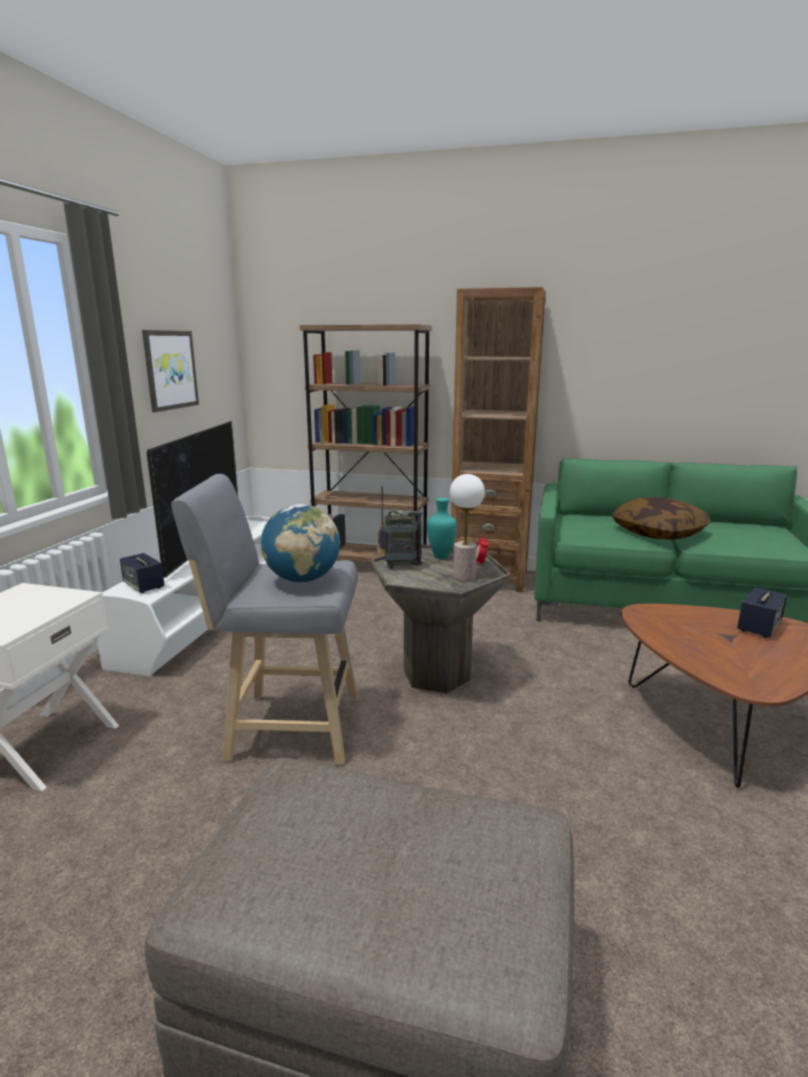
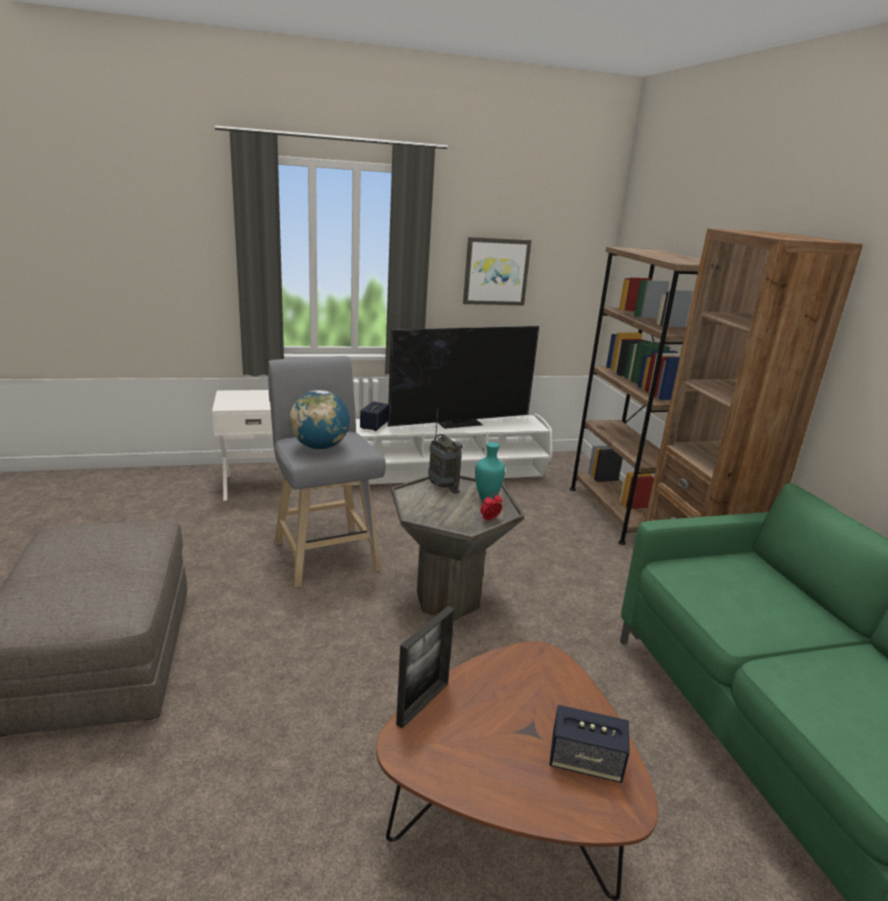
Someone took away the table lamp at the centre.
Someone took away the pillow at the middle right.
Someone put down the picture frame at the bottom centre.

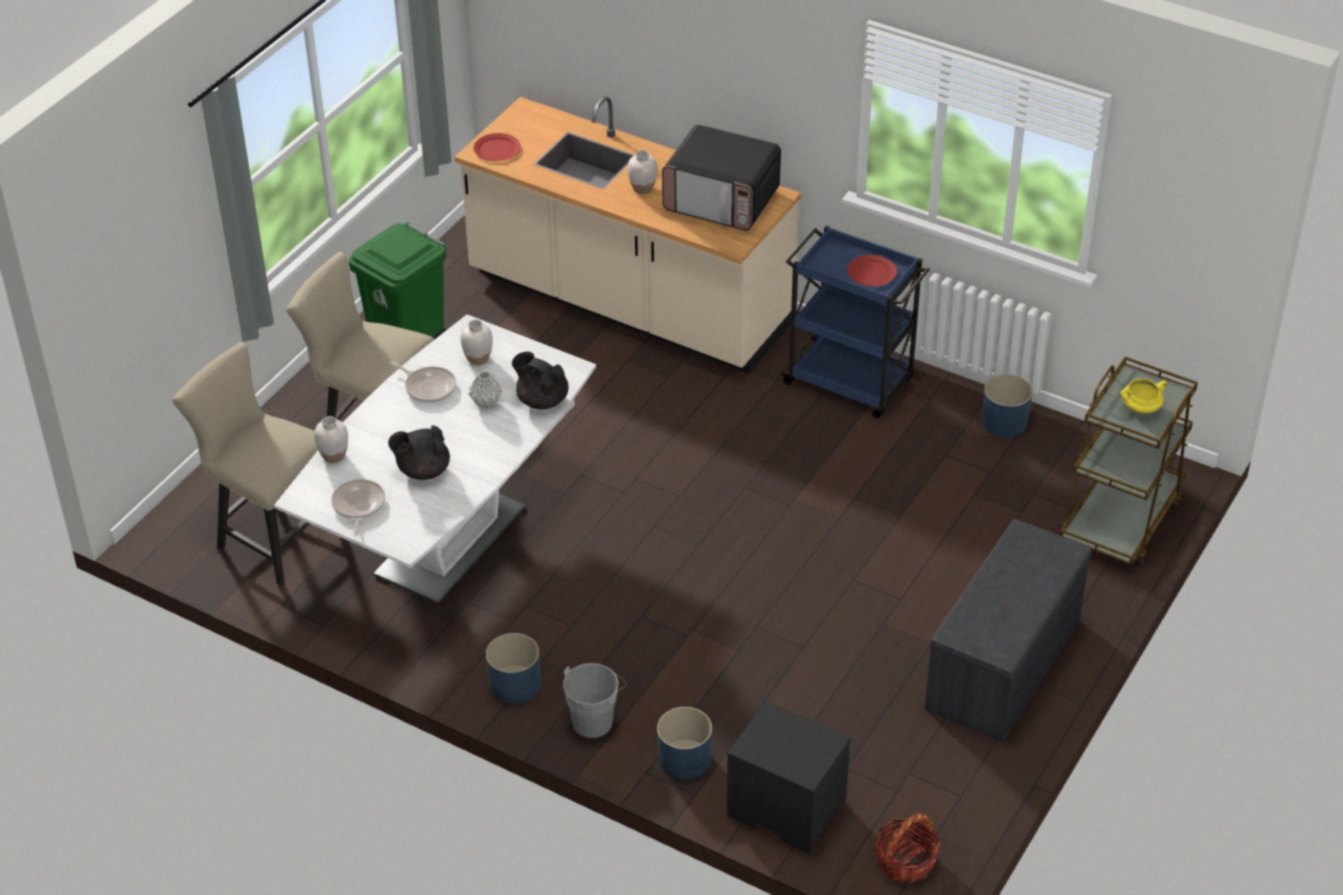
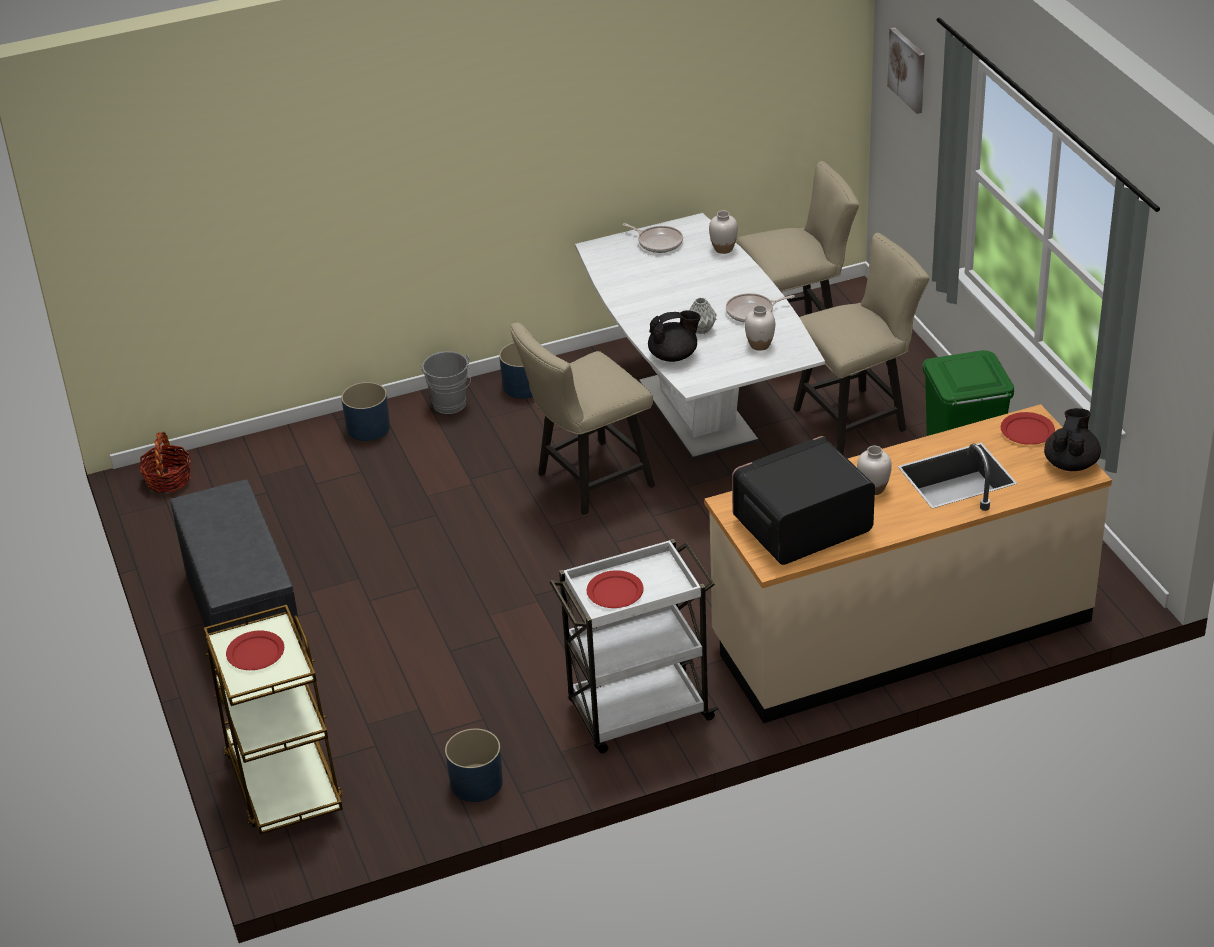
Someone took away the nightstand/black at the bottom centre.
Someone put down the chair/beige (1st from left) at the centre.
Someone put up the picture at the top right.
Someone carried the teapot/black (1st from left in the first image) from the middle left to the middle right.
Someone swapped the cooking pot/yellow at the middle right for the plate/red (1st from left) at the bottom left.
Someone repainted the cart/blue at the centre, which became the cart/white at the bottom centre.

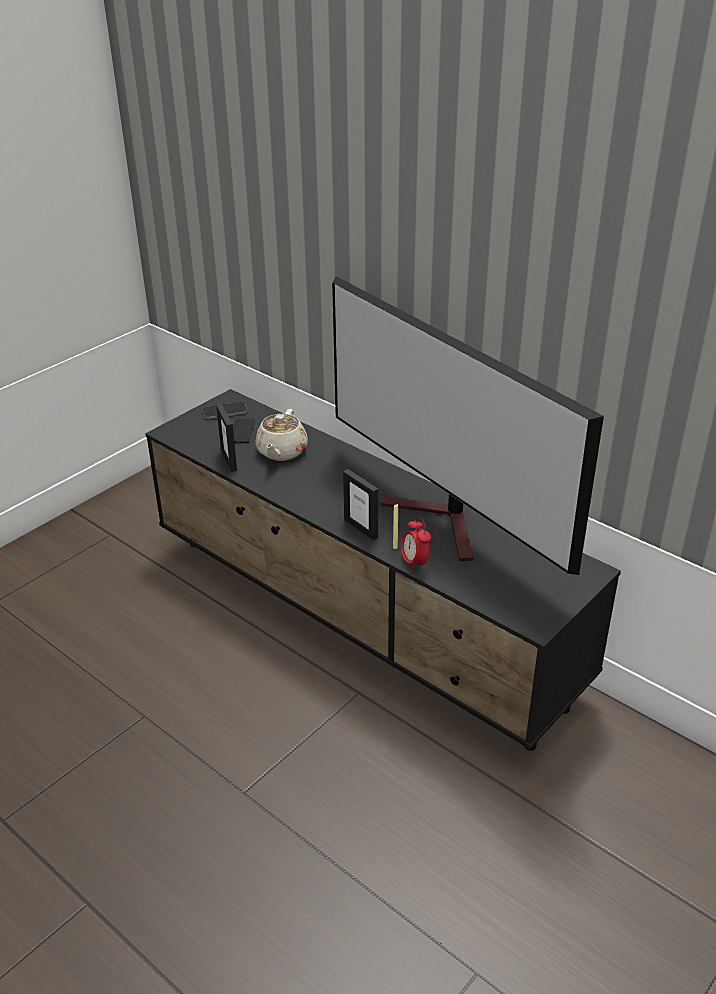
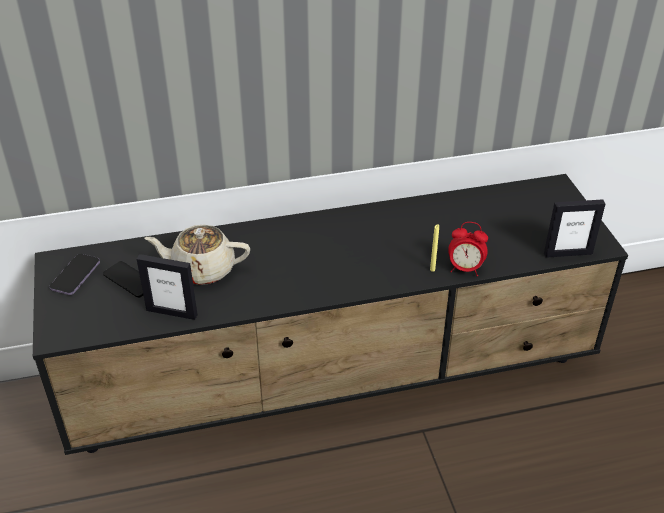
Someone took away the television at the centre.
Someone carried the picture frame (2nd from left) from the centre to the middle right.
Someone rotated the teapot/beige at the centre by 135 degrees clockwise.

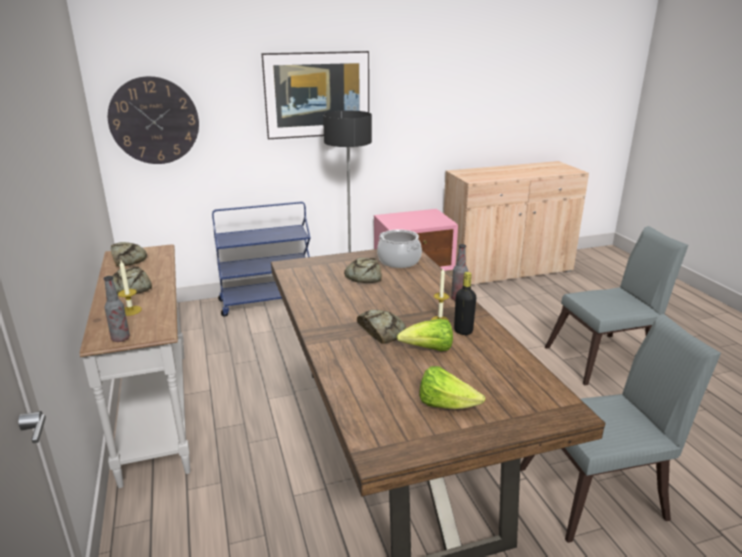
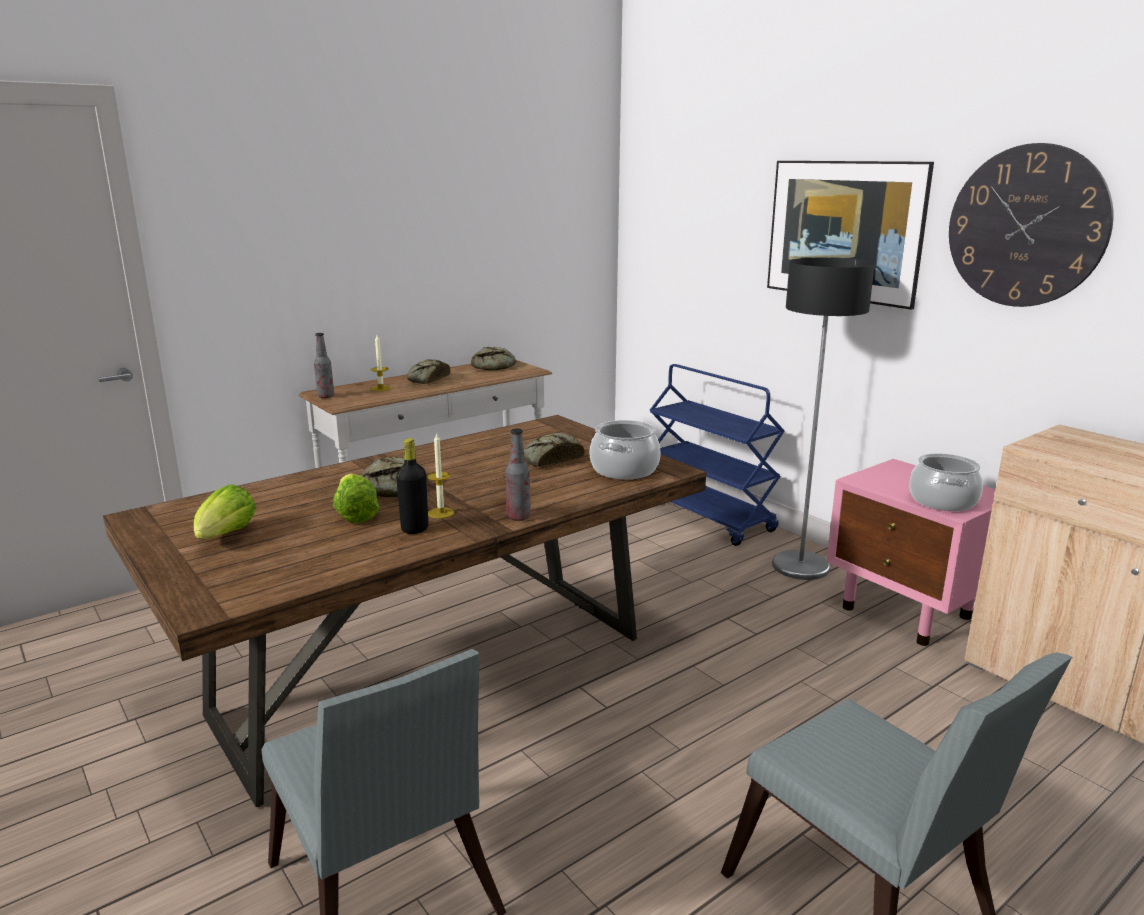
Someone put down the cooking pot (2nd from left) at the middle right.
Someone carried the wall clock from the top left to the top right.

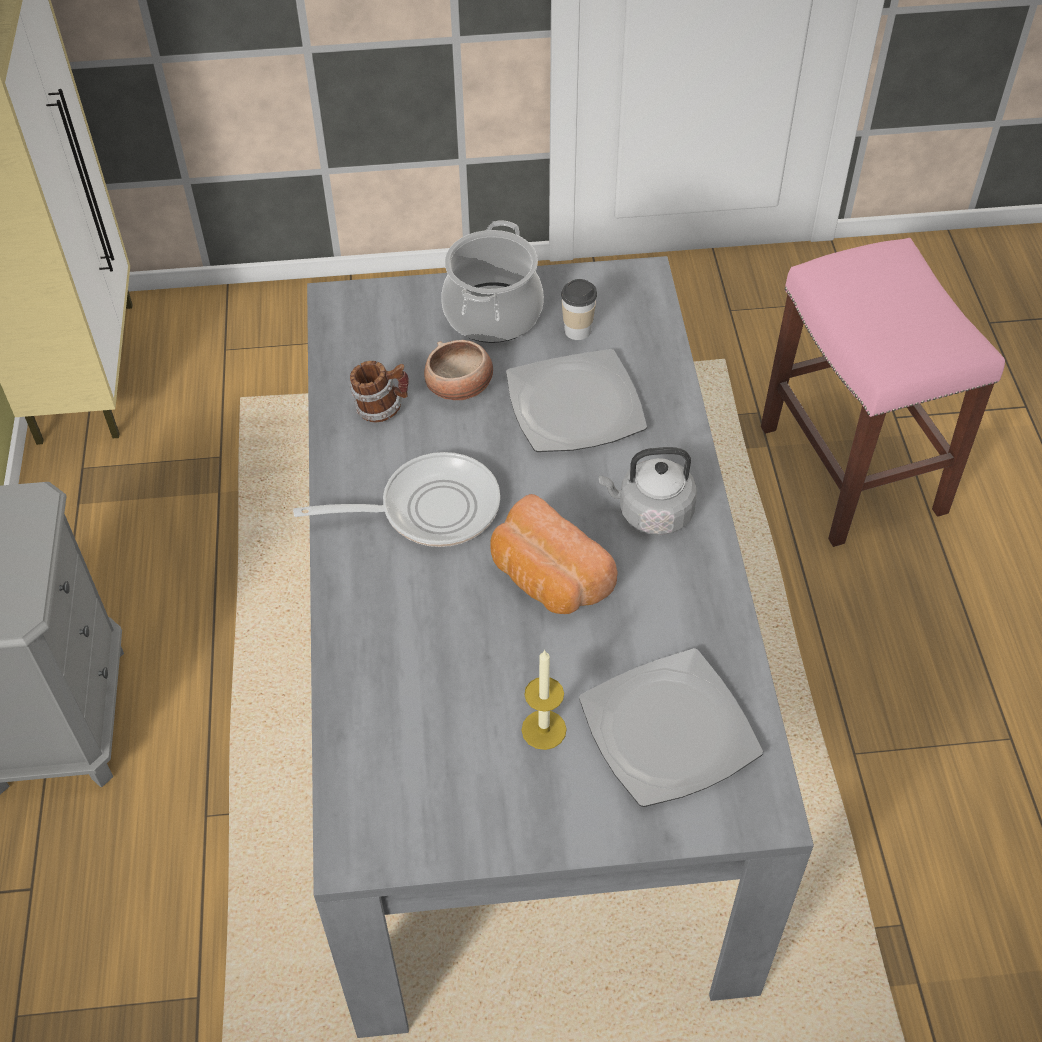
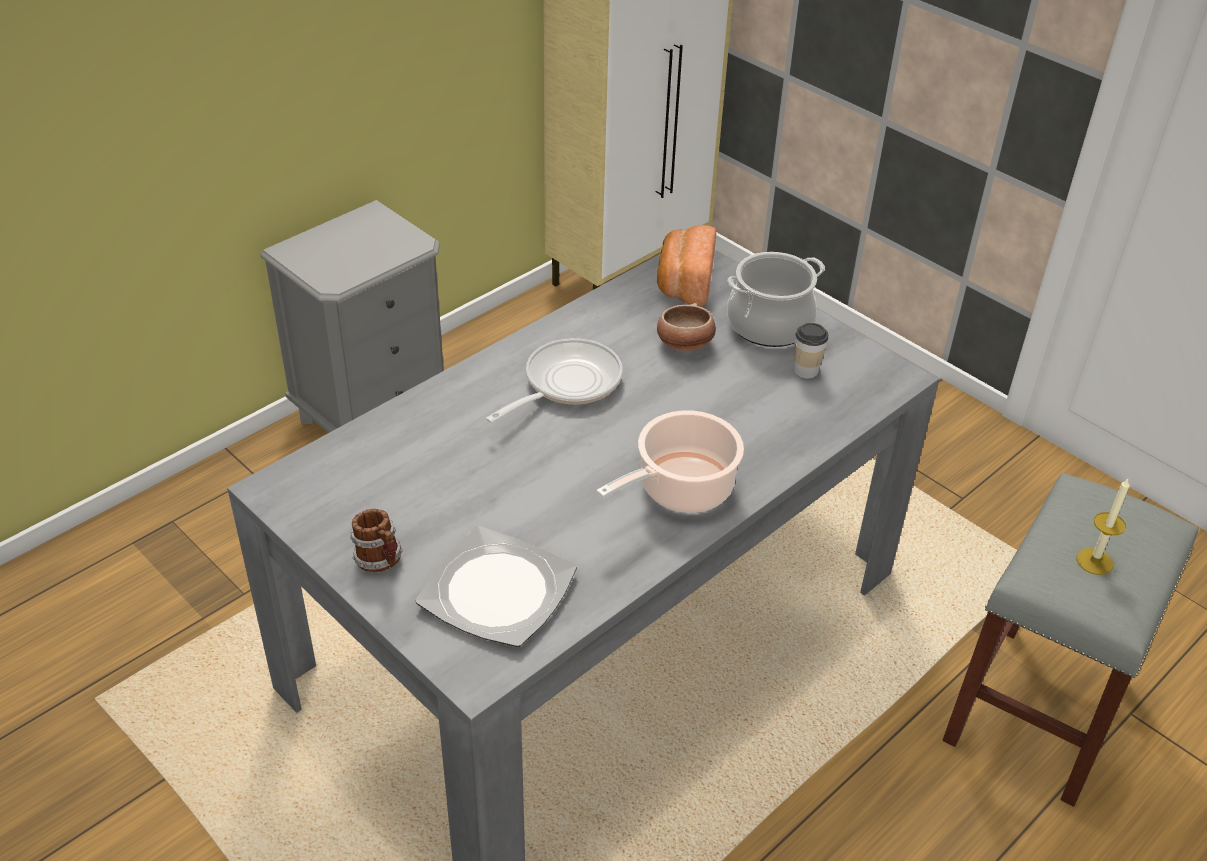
Someone took away the plate (1st from left) at the centre.
Someone carried the mug from the centre to the middle left.
Someone carried the bread from the centre to the top centre.
Someone carried the candle from the bottom centre to the middle right.
Someone swapped the kettle/grey at the centre for the cooking pot (1st from left) at the centre.
Someone repainted the stool/pink at the middle right, which became the stool/grey at the bottom right.
Someone rotated the frying pan at the centre by 90 degrees counterclockwise.

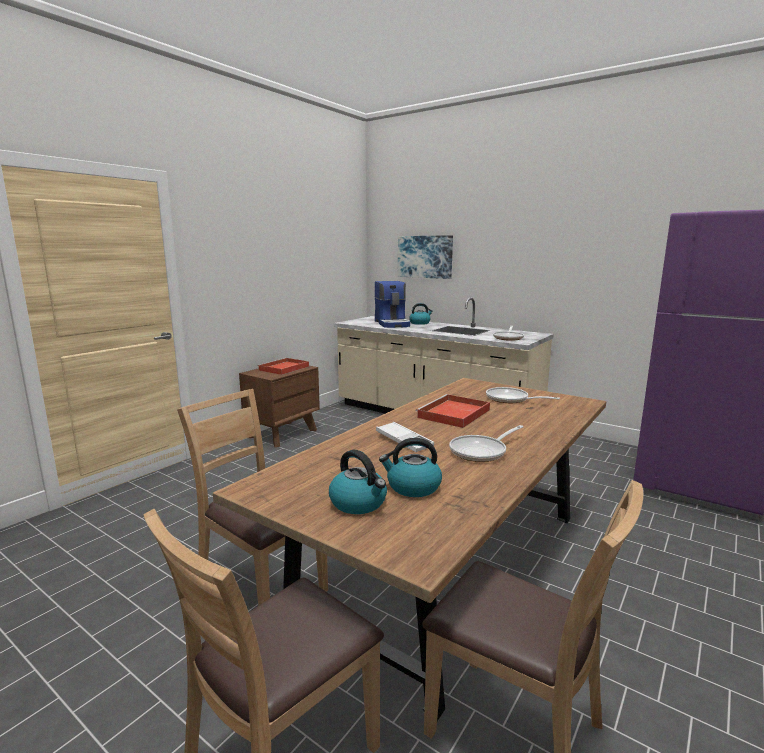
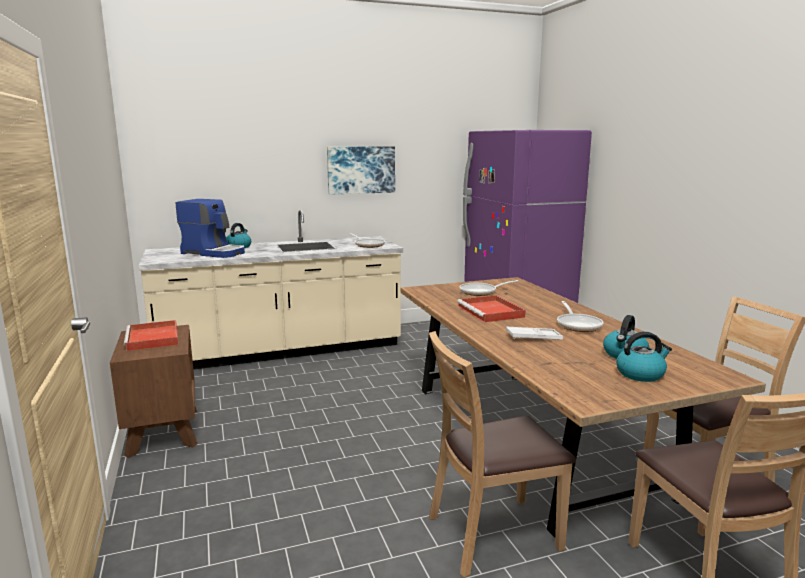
Someone carried the picture from the centre to the top centre.

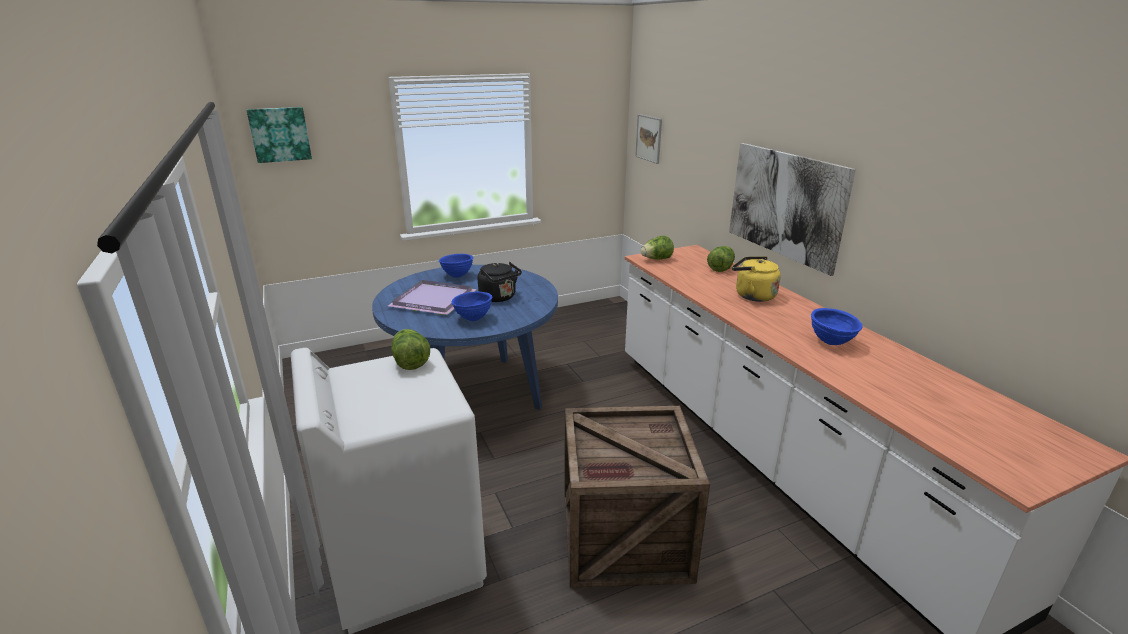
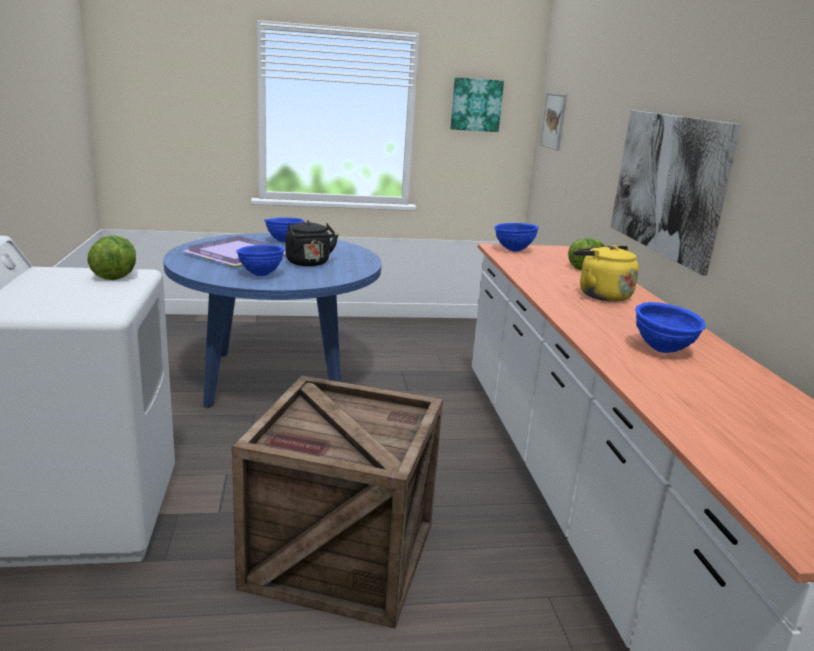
Someone carried the picture (1st from left) from the top left to the top centre.
Someone swapped the lettuce (2nd from left) at the centre for the bowl/blue (3rd from left) at the centre.

